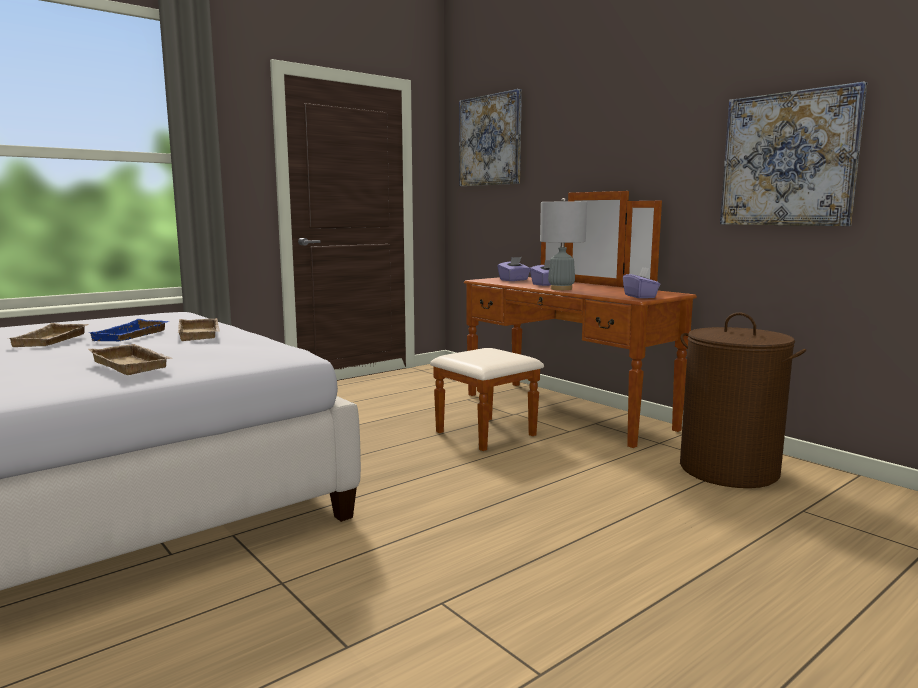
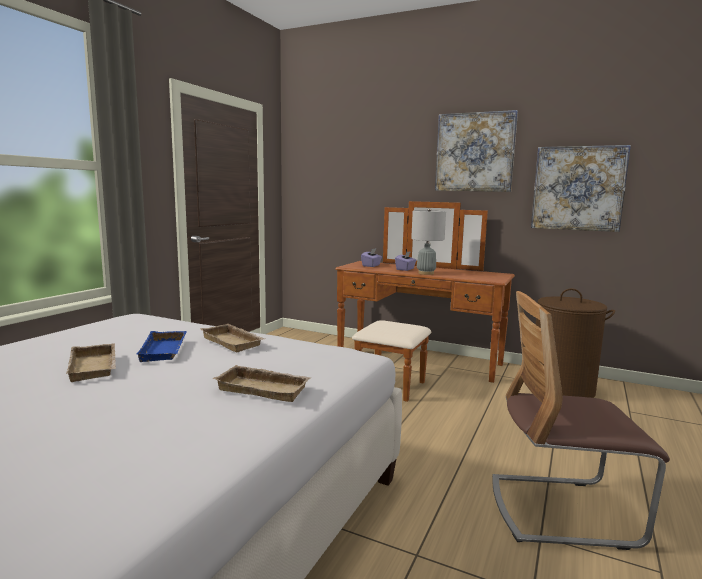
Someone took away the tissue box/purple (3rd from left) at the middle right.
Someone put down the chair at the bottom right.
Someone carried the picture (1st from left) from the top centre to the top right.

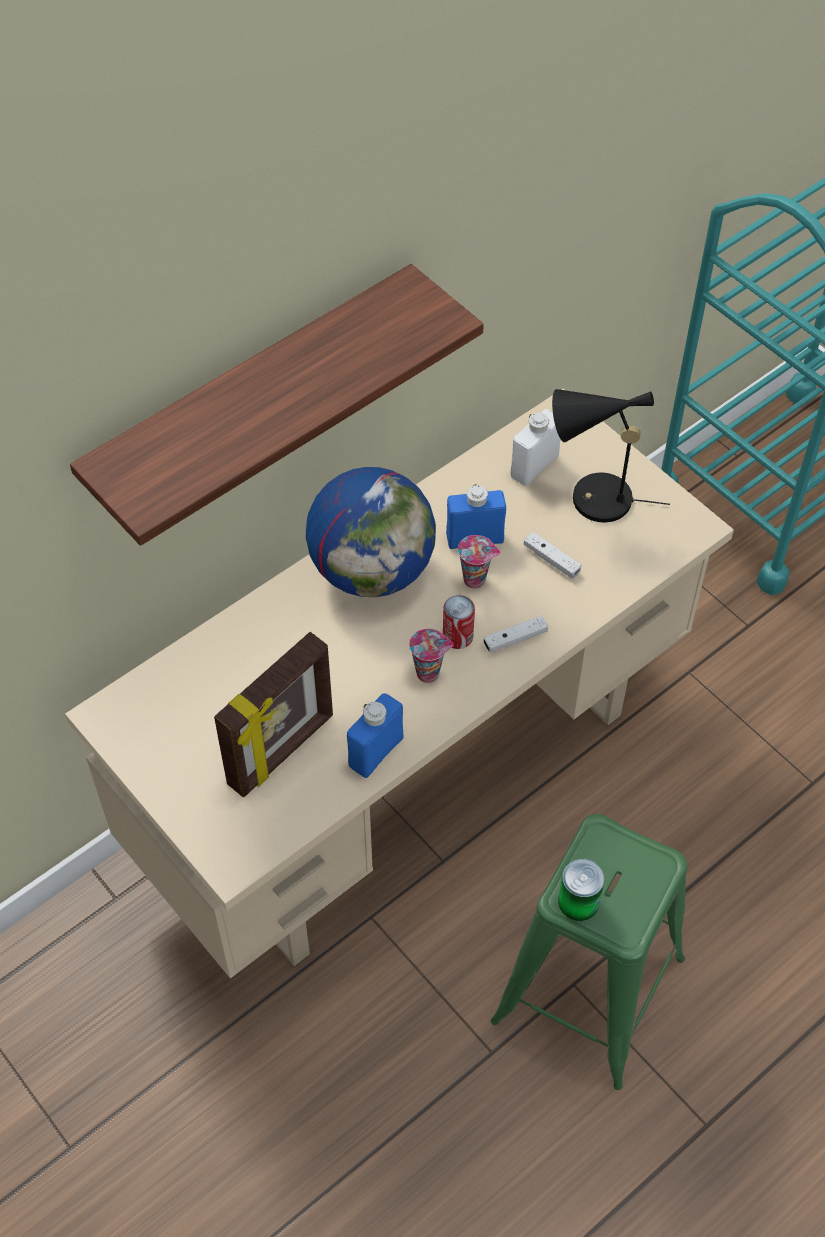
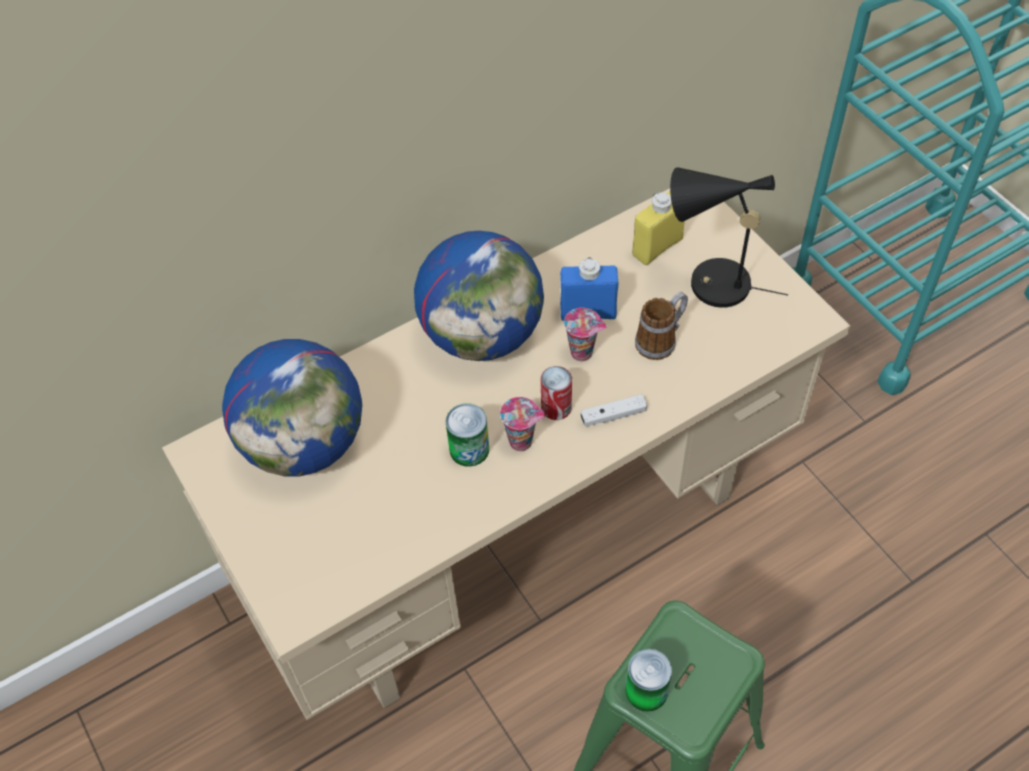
Someone took away the shelf at the top centre.
Someone took away the picture frame at the middle left.
Someone took away the bottle/blue (1st from left) at the centre.
Someone put down the globe (1st from left) at the middle left.
Someone put down the can (1st from left) at the centre.
Someone swapped the game controller/white (2nd from left) at the middle right for the mug at the centre.
Someone repainted the bottle/white at the centre, which became the bottle/yellow at the top centre.

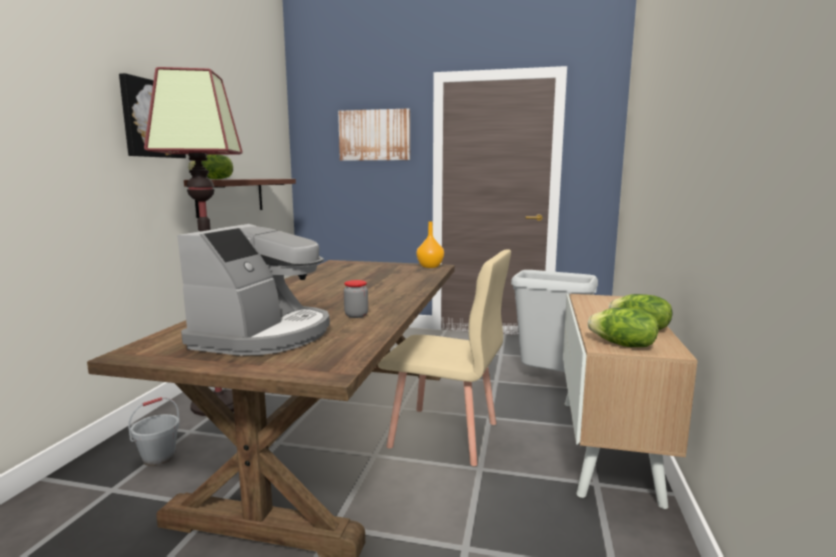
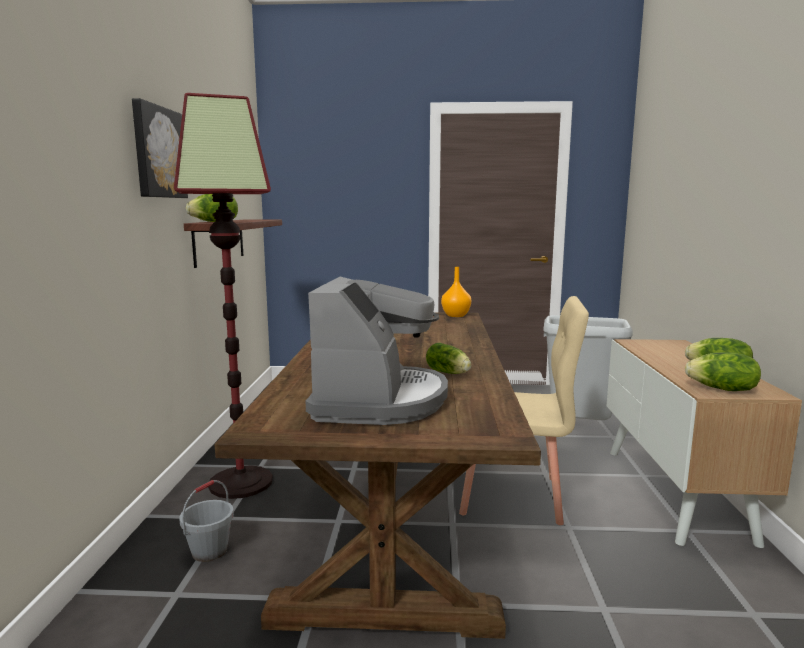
Someone took away the picture (2nd from left) at the top centre.
Someone swapped the jar at the centre for the lettuce (2nd from left) at the centre.

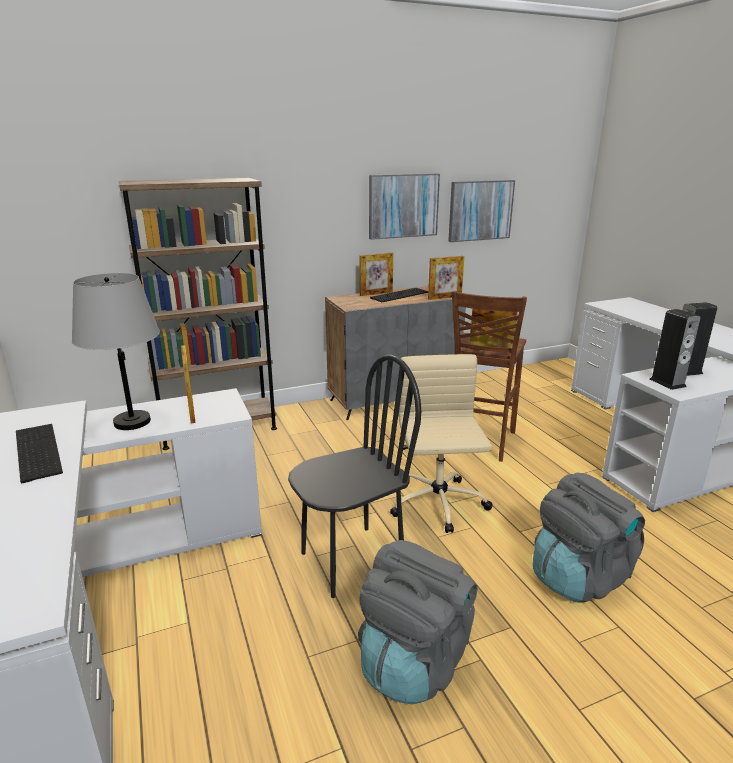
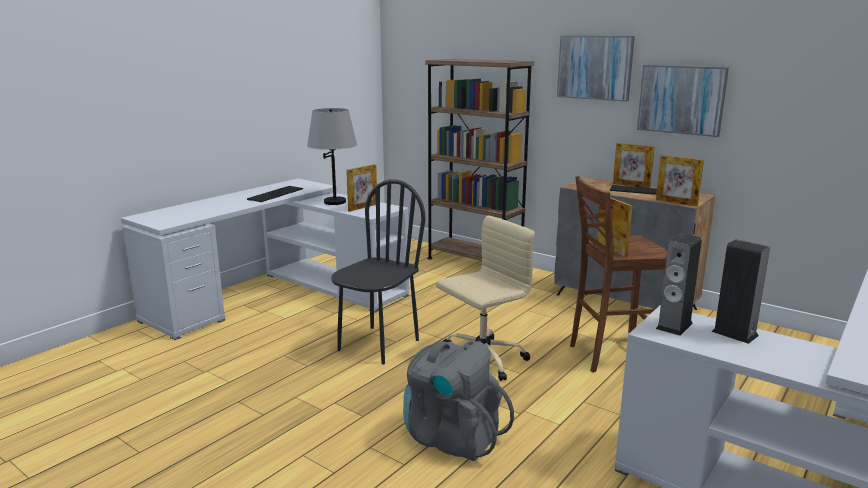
Someone took away the backpack/grey (1st from left) at the bottom centre.
Someone carried the picture (2nd from left in the first image) from the top centre to the top right.
Someone rotated the chair/black at the centre by 90 degrees counterclockwise.

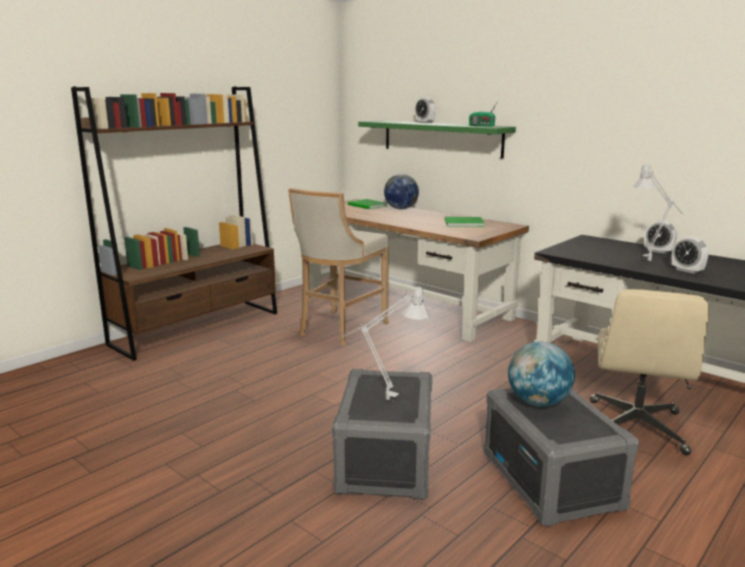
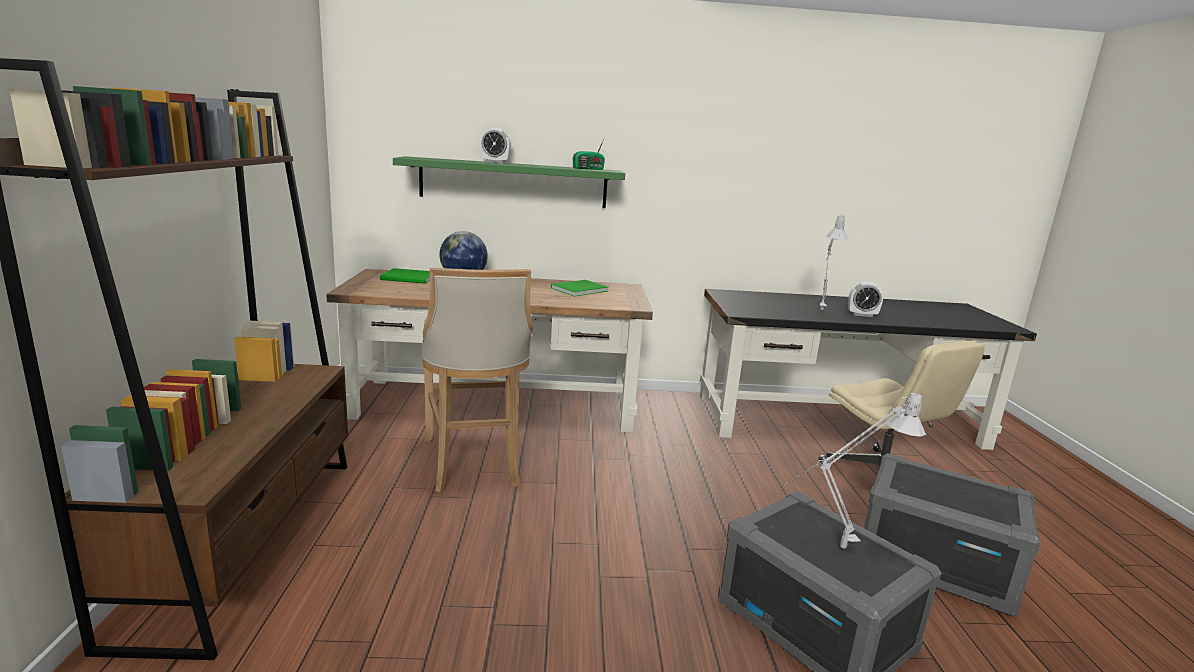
Someone took away the globe (2nd from left) at the middle right.
Someone took away the alarm clock (2nd from left) at the middle right.

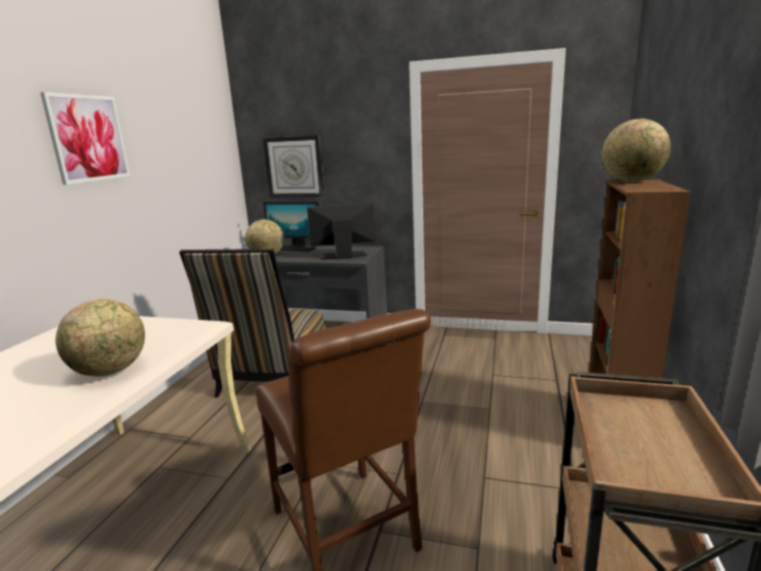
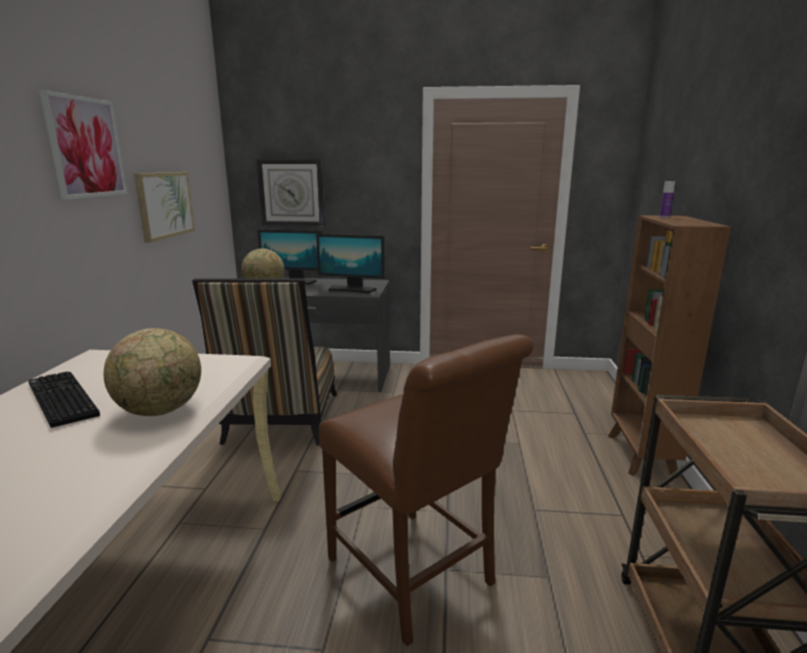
Someone put down the keyboard at the middle left.
Someone put up the picture (2nd from left) at the top left.
Someone swapped the globe (3rd from left) at the top right for the bottle at the top right.
Someone rotated the monitor (2nd from left) at the centre by 150 degrees counterclockwise.

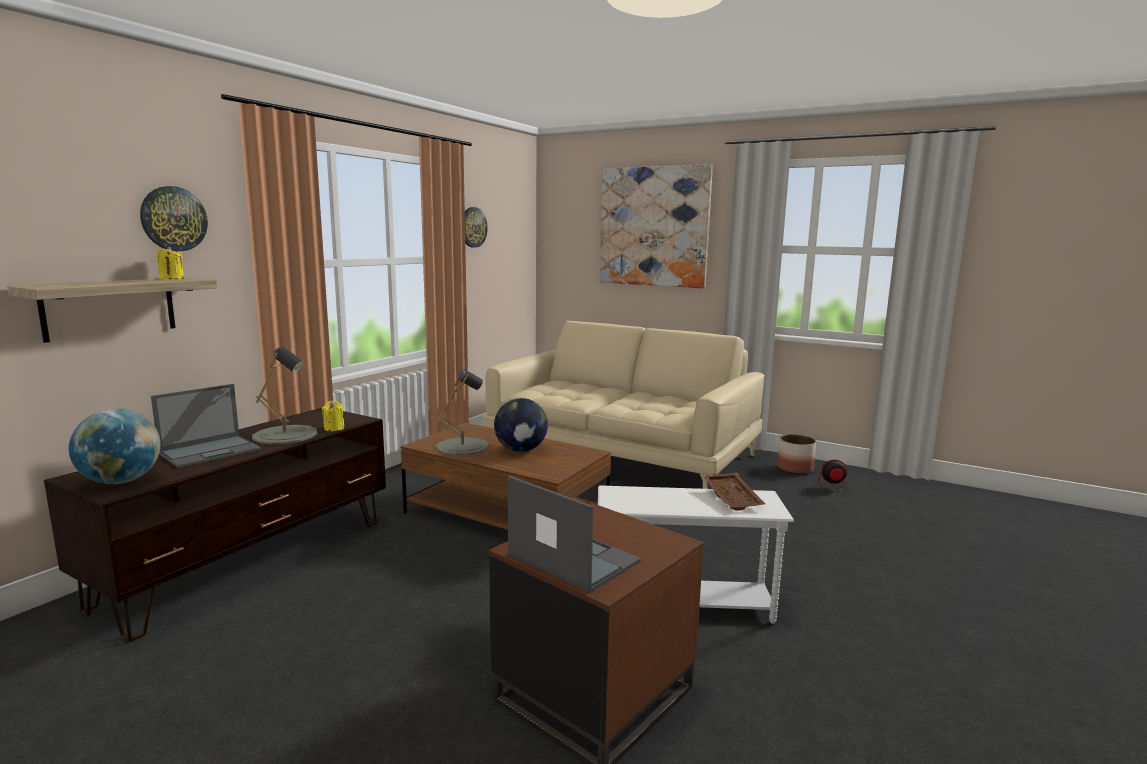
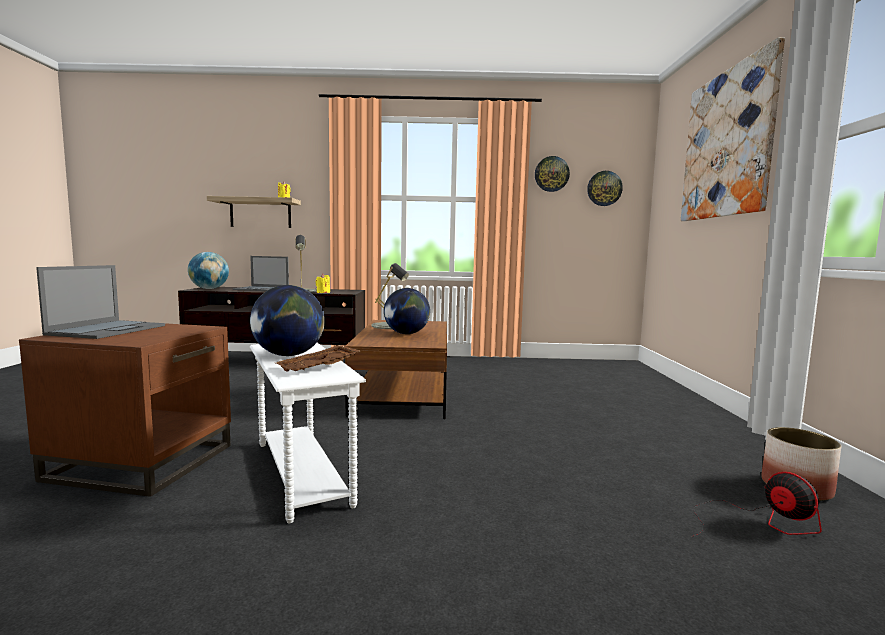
Someone took away the sofa/beige at the centre.
Someone put down the globe (2nd from left) at the middle left.
Someone carried the wall clock (1st from left in the first image) from the top left to the top right.

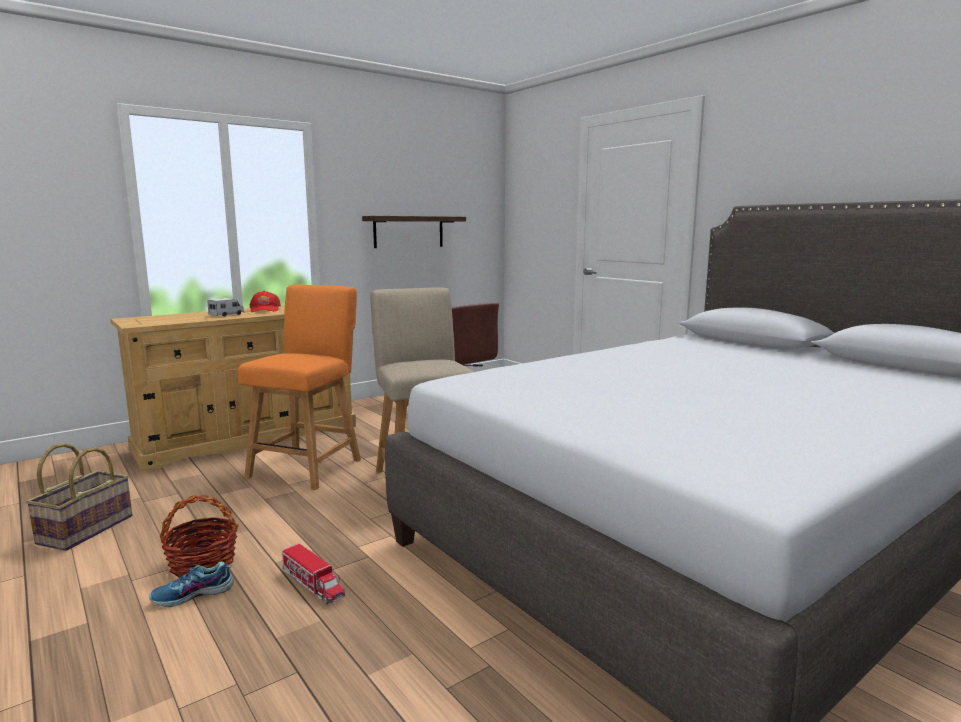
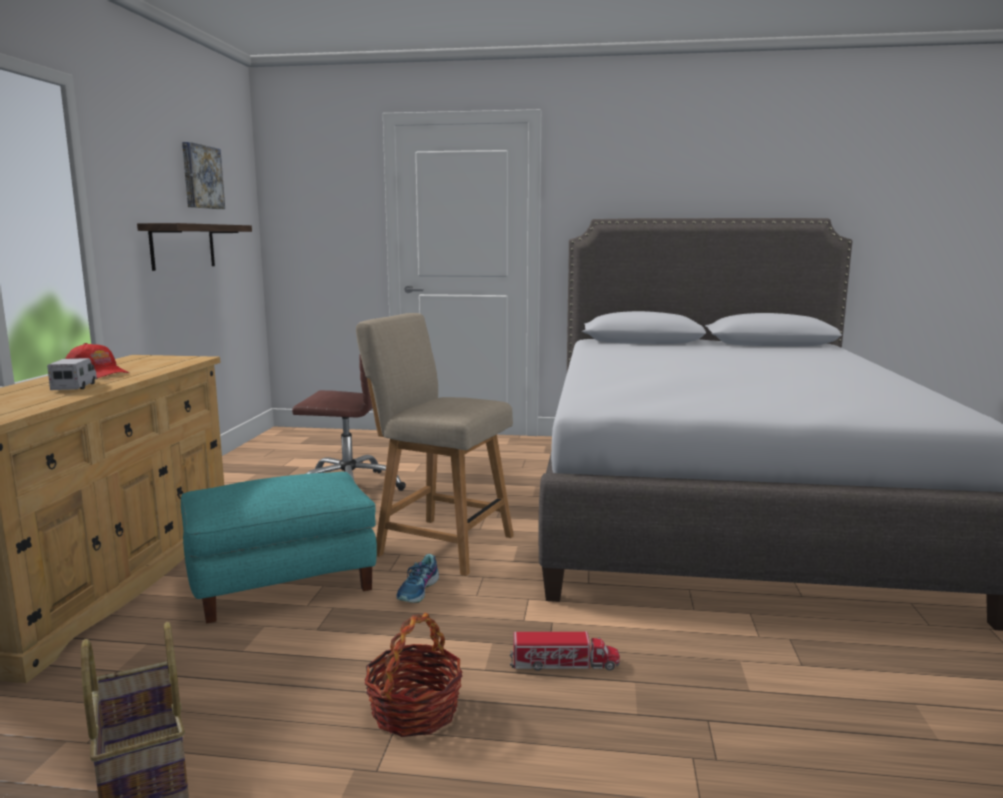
Someone put up the picture at the top left.
Someone carried the shoe from the bottom left to the bottom centre.
Someone swapped the chair/orange at the middle left for the ottoman/turquoise at the bottom left.

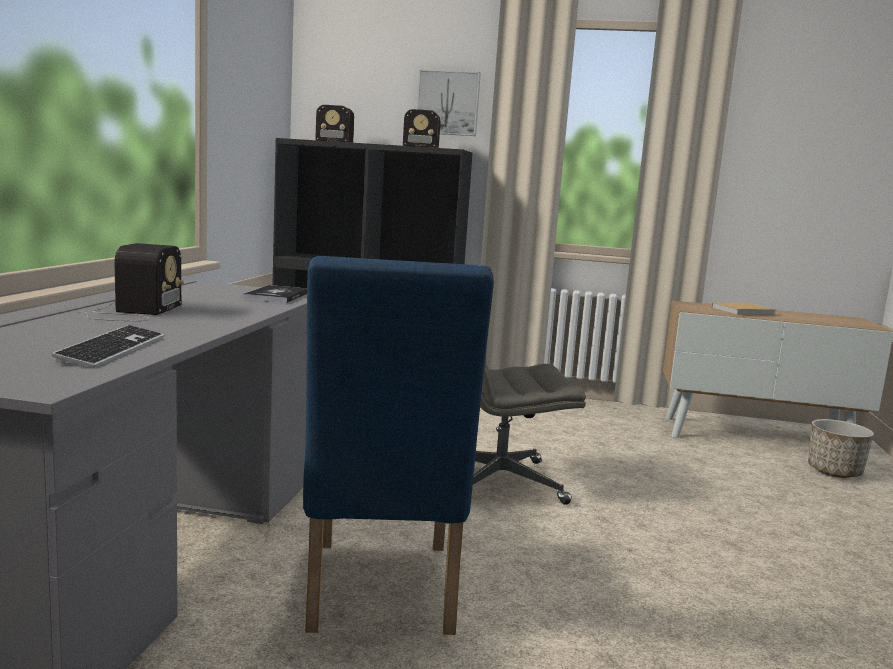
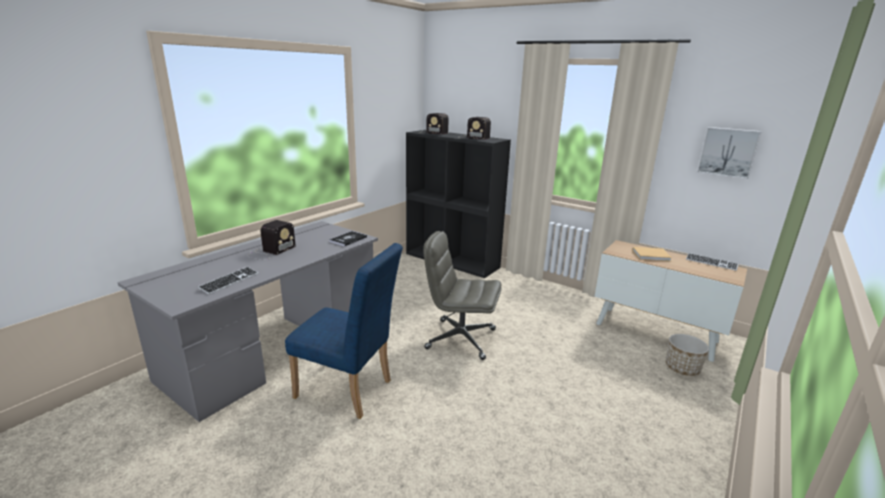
Someone put down the keyboard (2nd from left) at the middle right.
Someone carried the picture from the top centre to the top right.
Someone rotated the chair/blue at the centre by 90 degrees counterclockwise.

